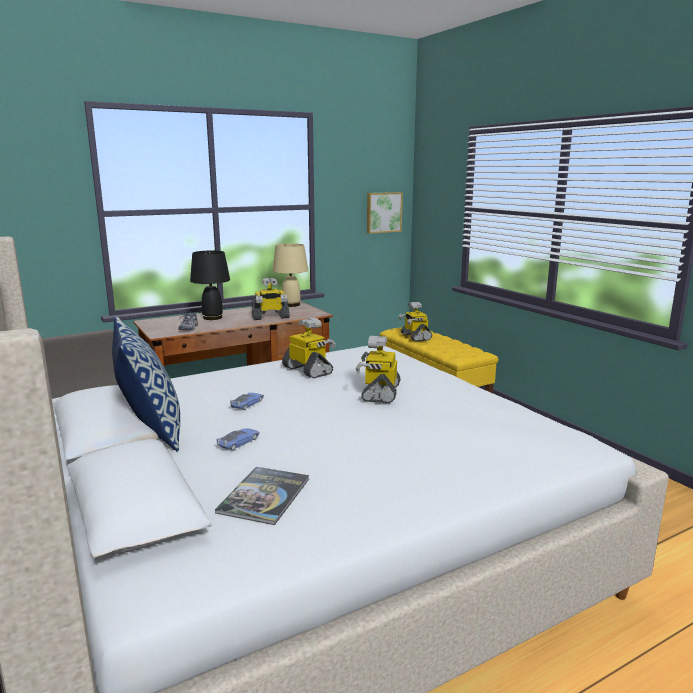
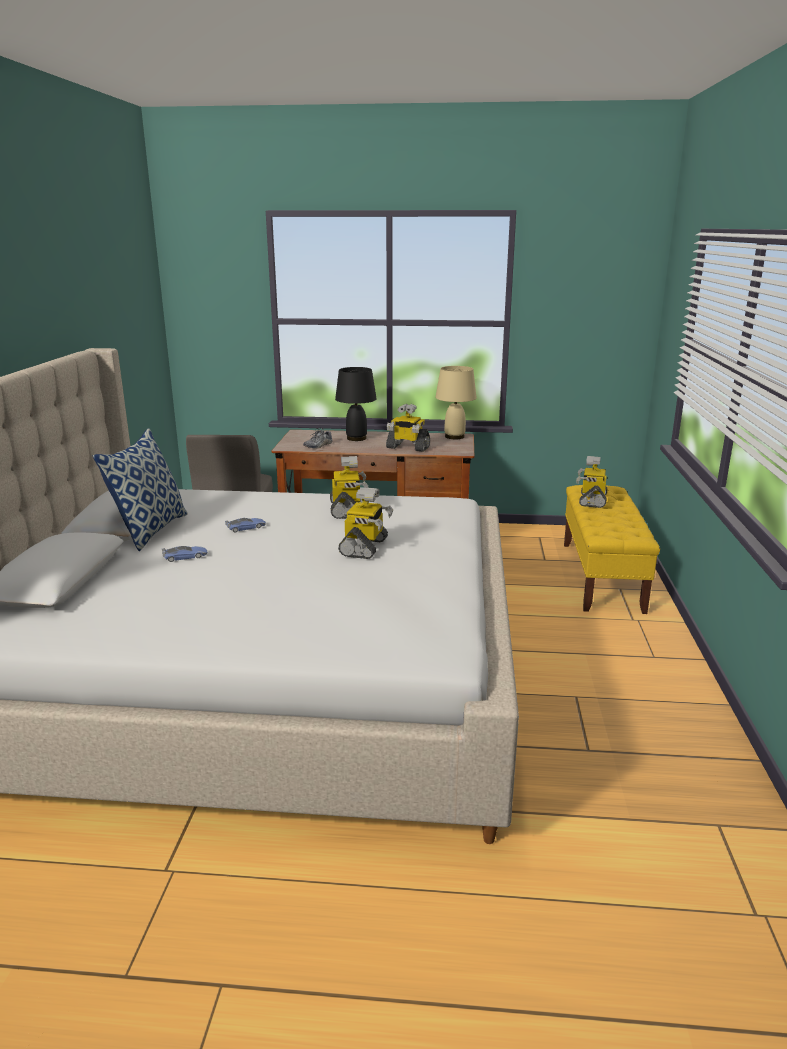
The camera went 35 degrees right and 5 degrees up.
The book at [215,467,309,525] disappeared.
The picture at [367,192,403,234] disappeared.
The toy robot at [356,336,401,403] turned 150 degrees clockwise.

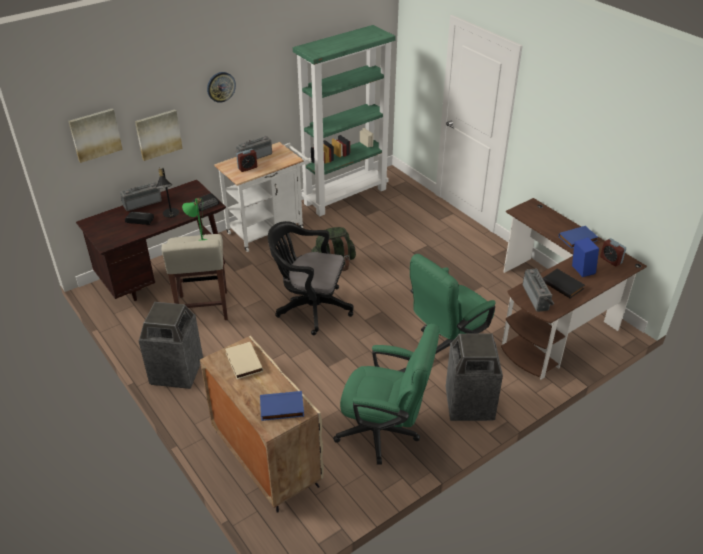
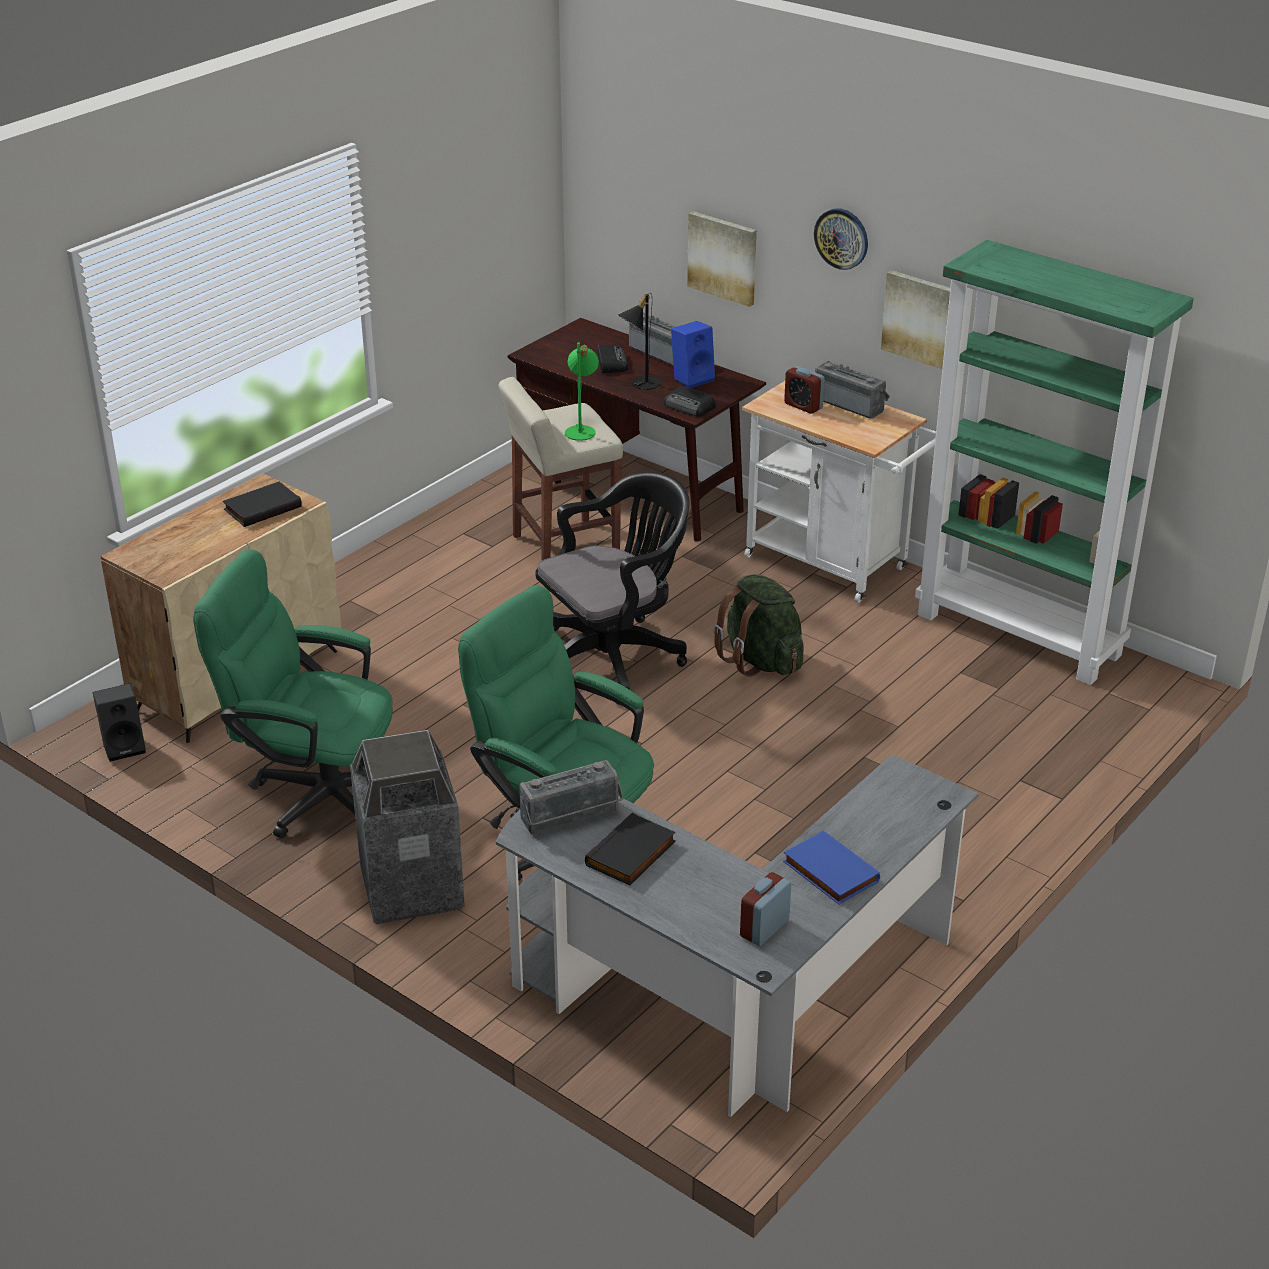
The camera went 75 degrees right and 5 degrees down.
The trash can at [138,302,203,389] disappeared.
The blue book at [260,391,304,421] disappeared.
The black speaker at [93,683,146,762] appeared.
The picture moved from [68,109,123,163] to [881,270,950,369].
The blue speaker moved from [572,237,599,277] to [671,321,715,388].
The beige book at [225,342,263,379] became the black book at [223,481,302,527].
The brown desk at [501,198,647,379] became the grey desk at [496,754,979,1117].
The black office chair at [268,221,354,335] turned 60 degrees clockwise.
The green office chair at [333,323,439,465] turned 105 degrees clockwise.

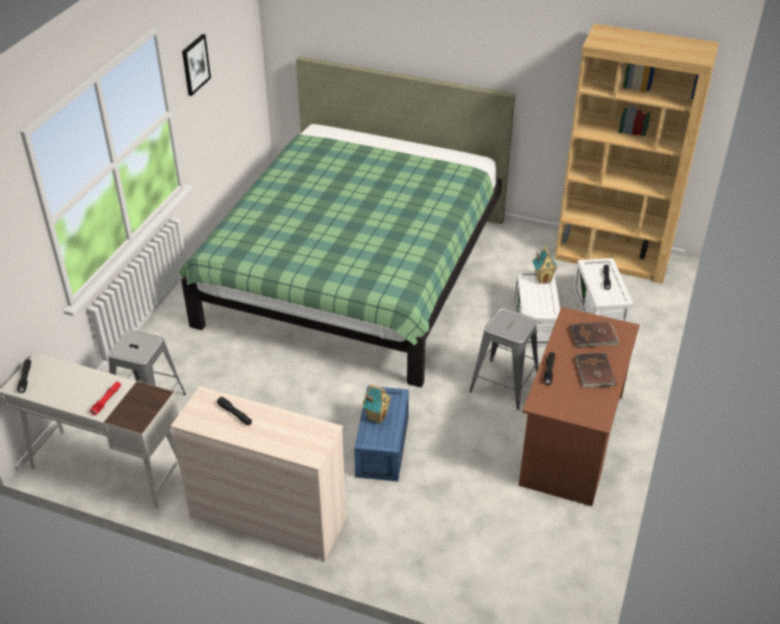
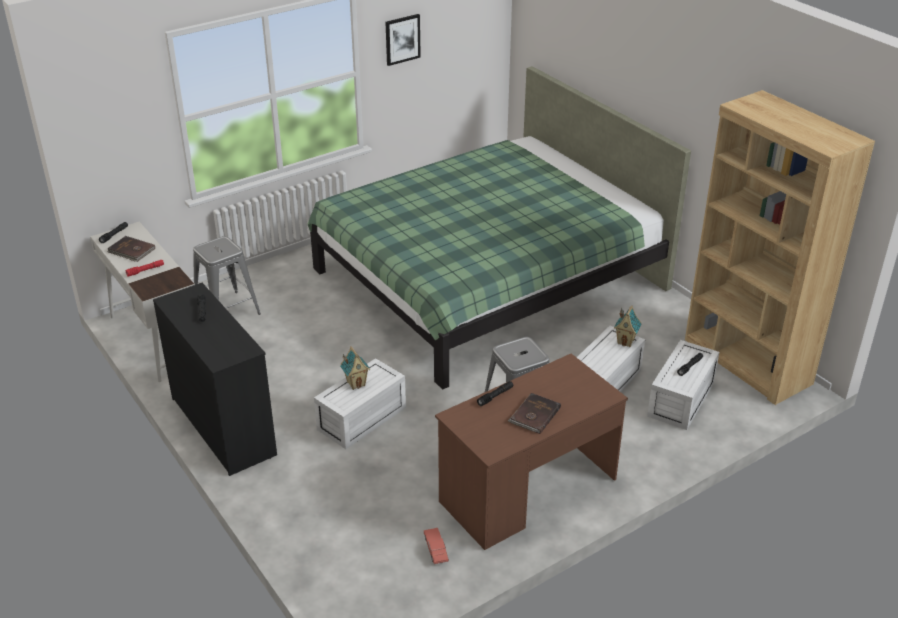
The camera went 35 degrees right and 5 degrees down.
The red toy car at [424,528,449,564] appeared.
The brown book moved from [569,321,619,348] to [107,236,155,262].
The beige dresser at [170,386,346,561] became the black dresser at [153,283,277,476].
The blue storage box at [354,386,409,482] became the white storage box at [314,358,406,449].

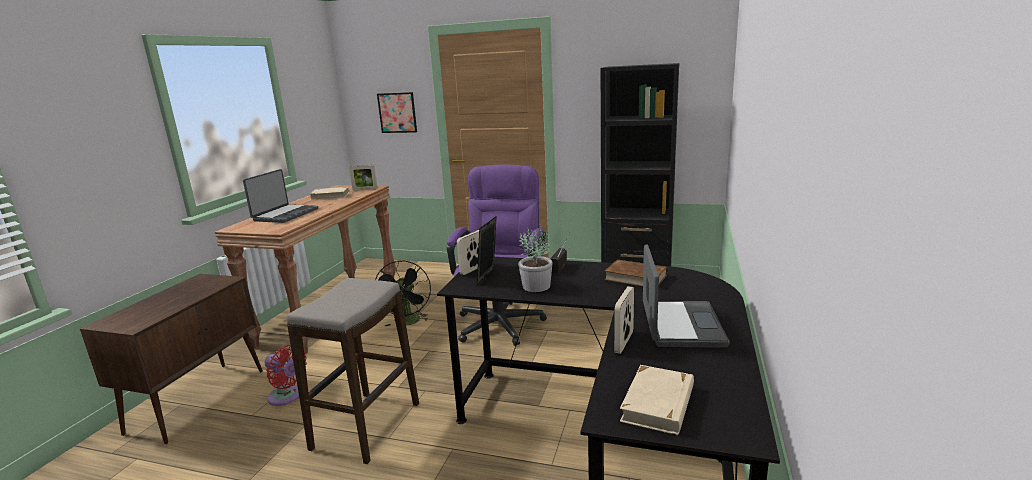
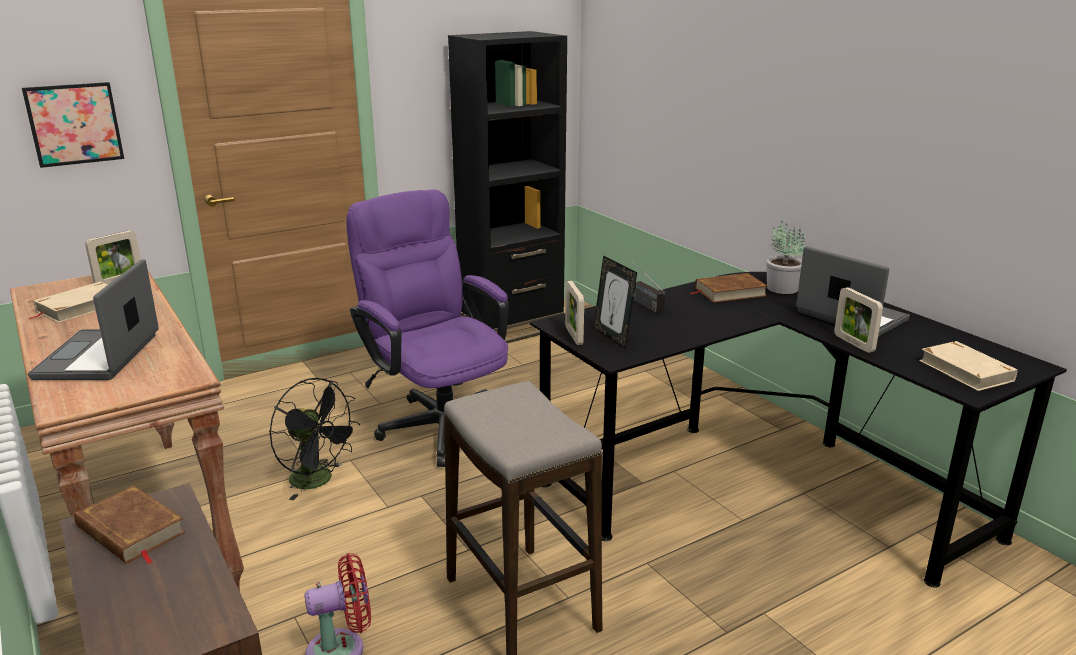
The camera went 50 degrees left and 5 degrees up.
The brown book at [74,485,186,565] appeared.
The potted plant moved from [518,225,553,292] to [766,220,806,294].
The laptop at [243,169,318,223] turned 150 degrees counterclockwise.

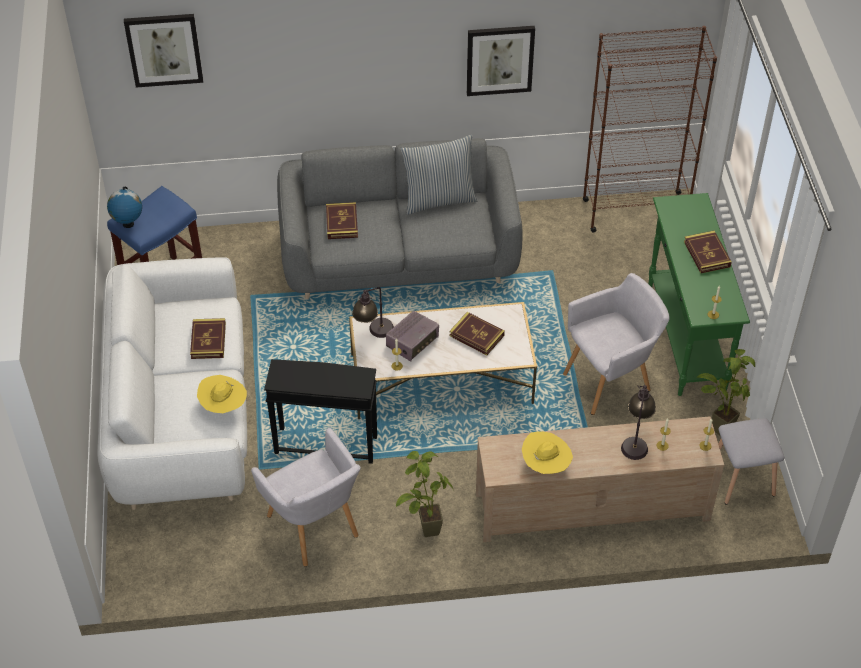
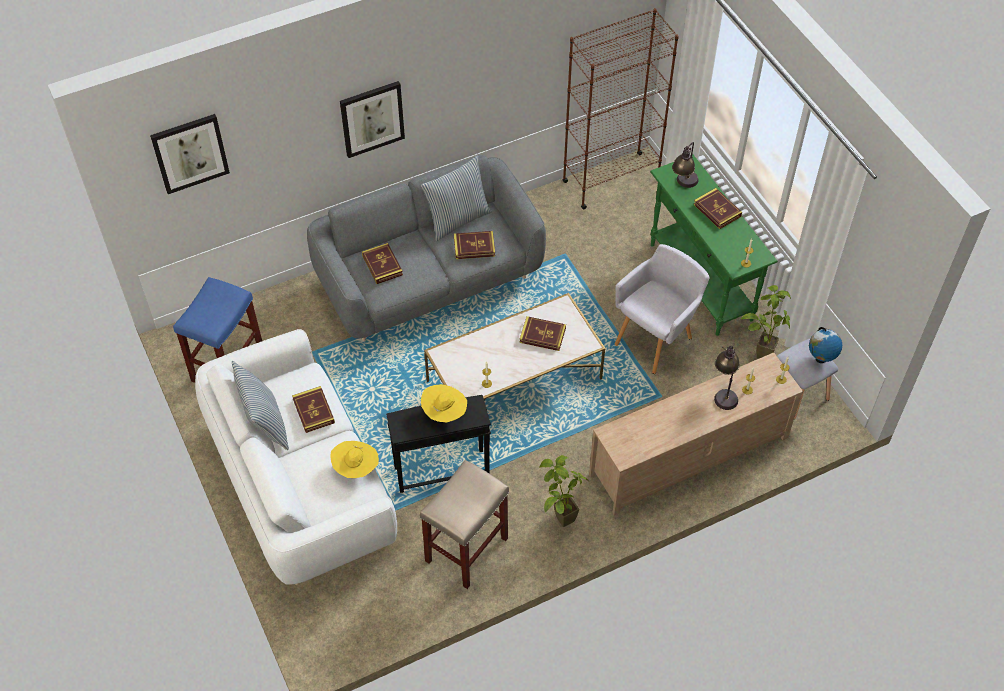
The camera went 20 degrees left and 5 degrees up.
The radio at [386,311,439,361] disappeared.
The pillow at [232,361,289,450] appeared.
The book at [454,231,495,259] appeared.
The globe moved from [107,186,142,228] to [809,327,842,363].
The table lamp moved from [352,287,394,338] to [672,142,699,188].
The picture moved from [467,26,535,96] to [340,81,405,158].
The yellow hat moved from [522,431,573,474] to [421,384,467,422].
The grey armchair at [251,428,361,566] was replaced by the beige stool at [420,460,509,589].

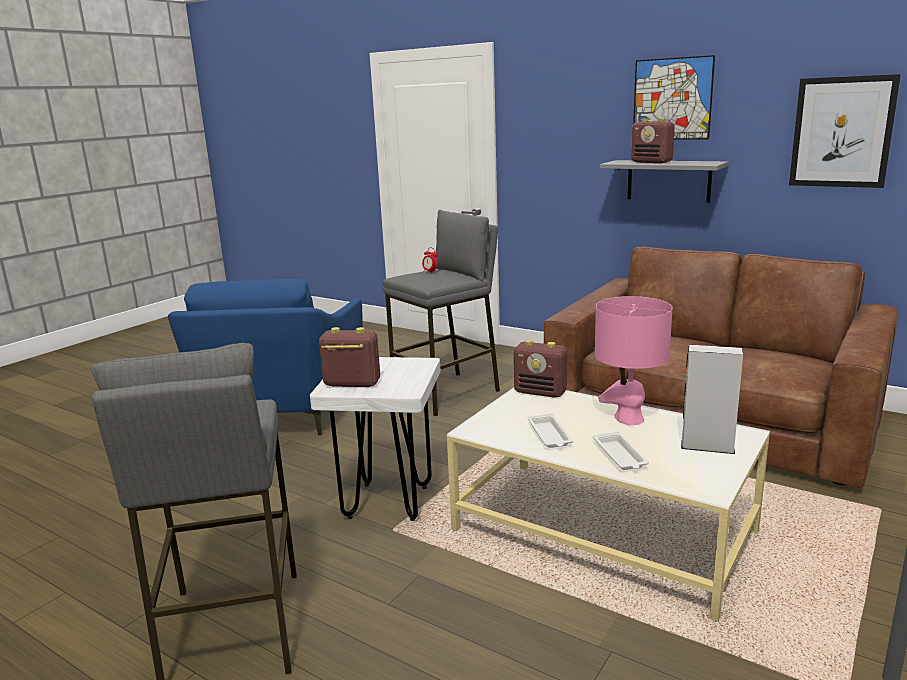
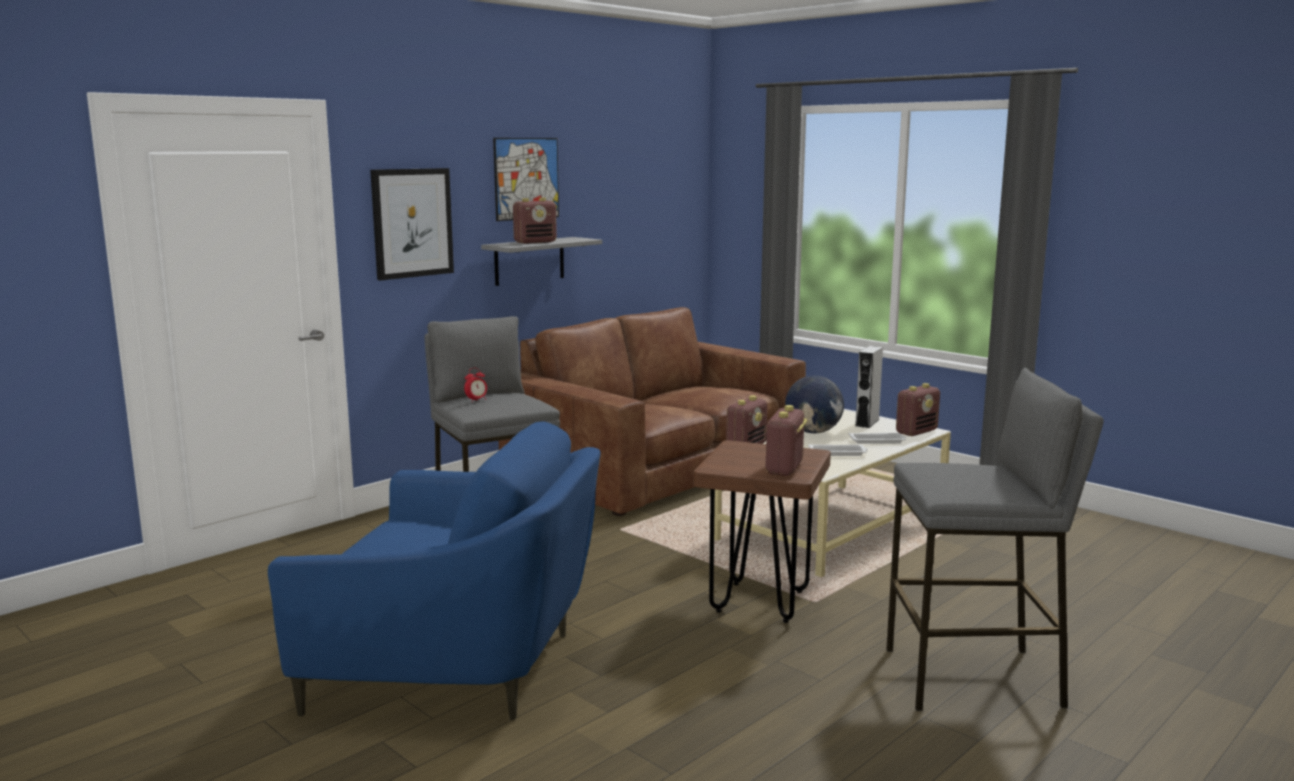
The camera went 80 degrees left and 5 degrees down.
The radio at [896,383,940,436] appeared.
The picture moved from [789,74,901,188] to [370,168,454,281].
The pink table lamp at [595,296,673,425] was replaced by the globe at [785,375,844,434].
The white stool at [310,357,441,521] became the brown stool at [694,440,831,623].

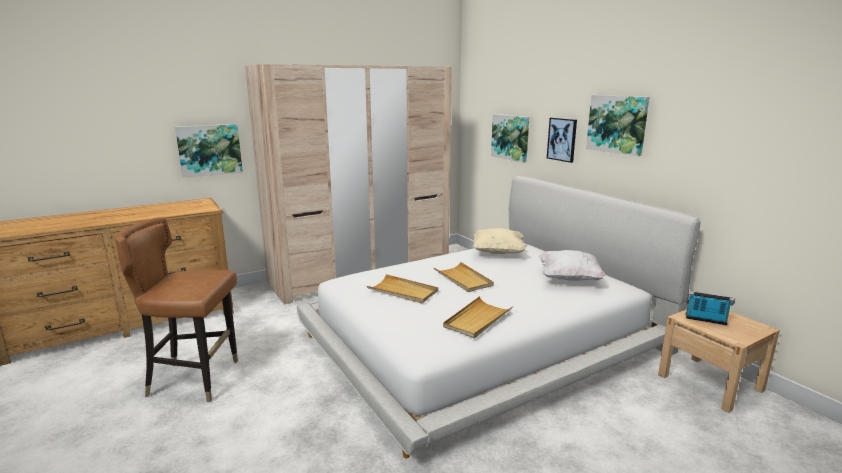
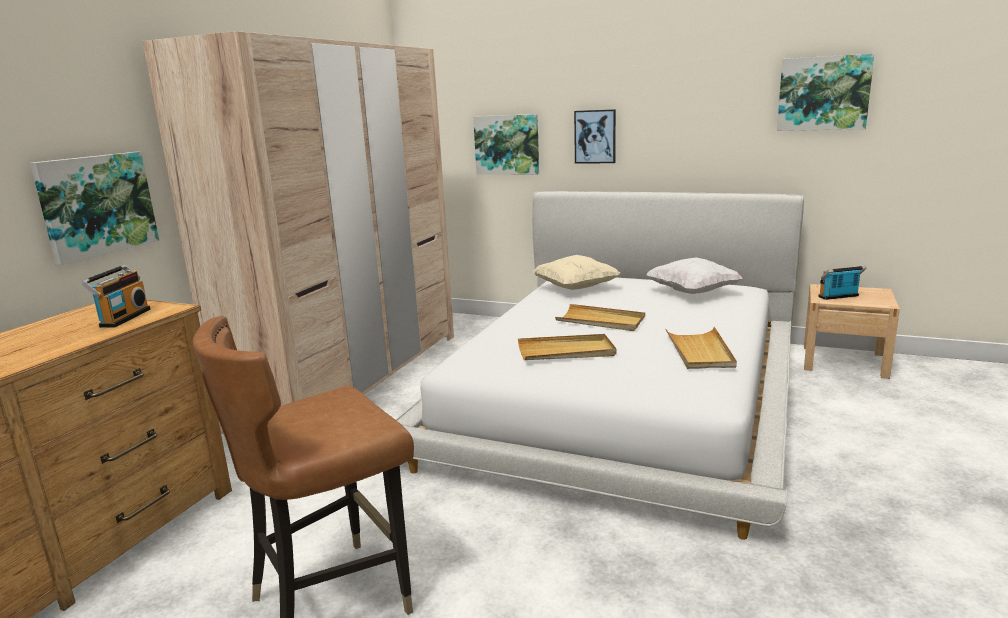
The camera went 35 degrees left and 0 degrees up.
The radio at [81,265,150,328] appeared.
The picture moved from [586,95,649,156] to [777,54,874,131].

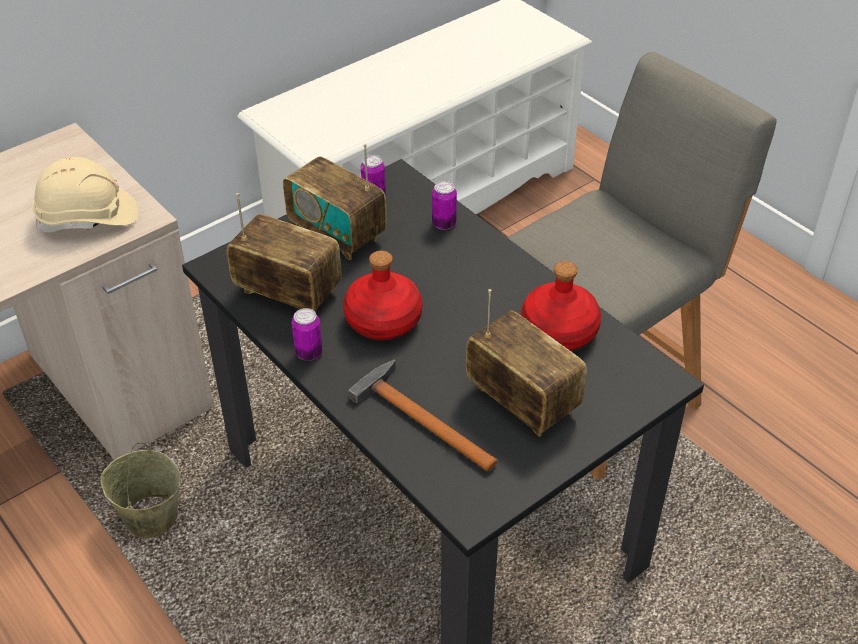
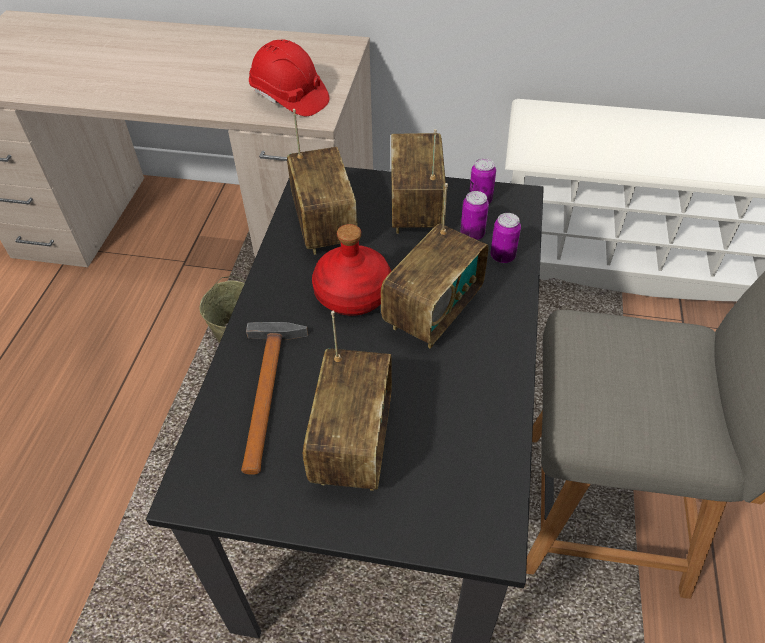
The camera went 50 degrees right and 5 degrees up.
The red bottle at [521,261,601,351] disappeared.
The radio at [381,183,489,349] appeared.
The can moved from [292,308,322,361] to [460,191,489,240].
The beige hard hat at [32,157,138,232] became the red hard hat at [249,40,329,116].

